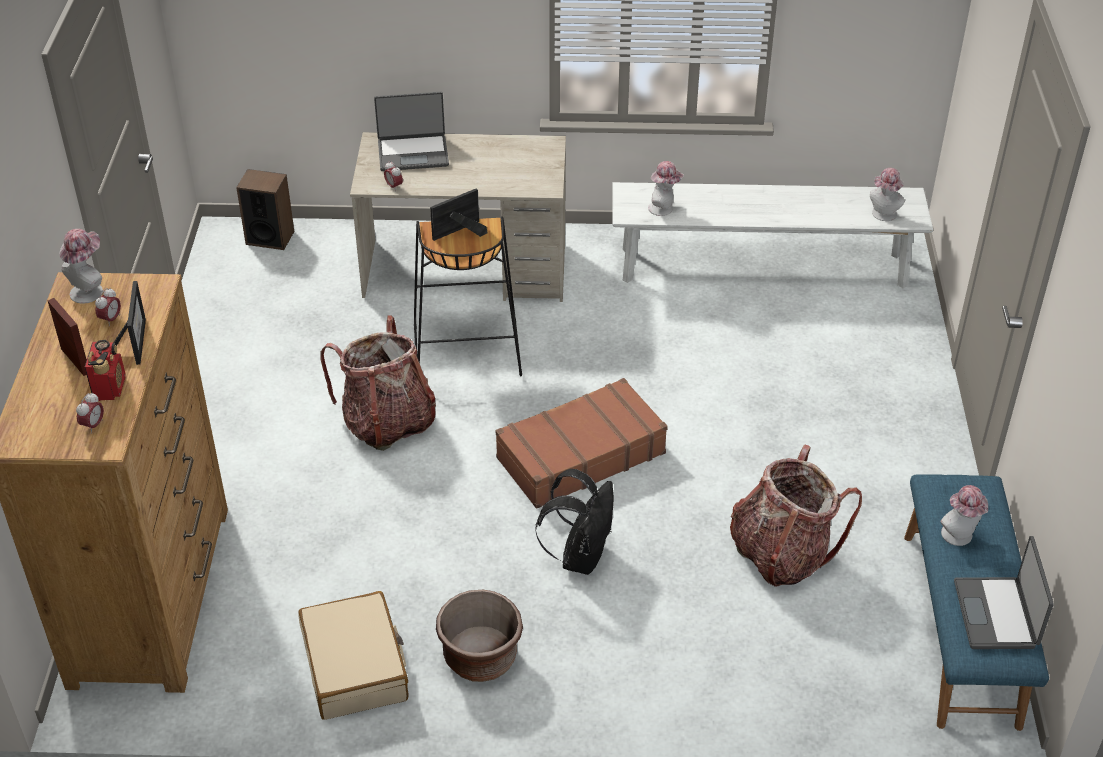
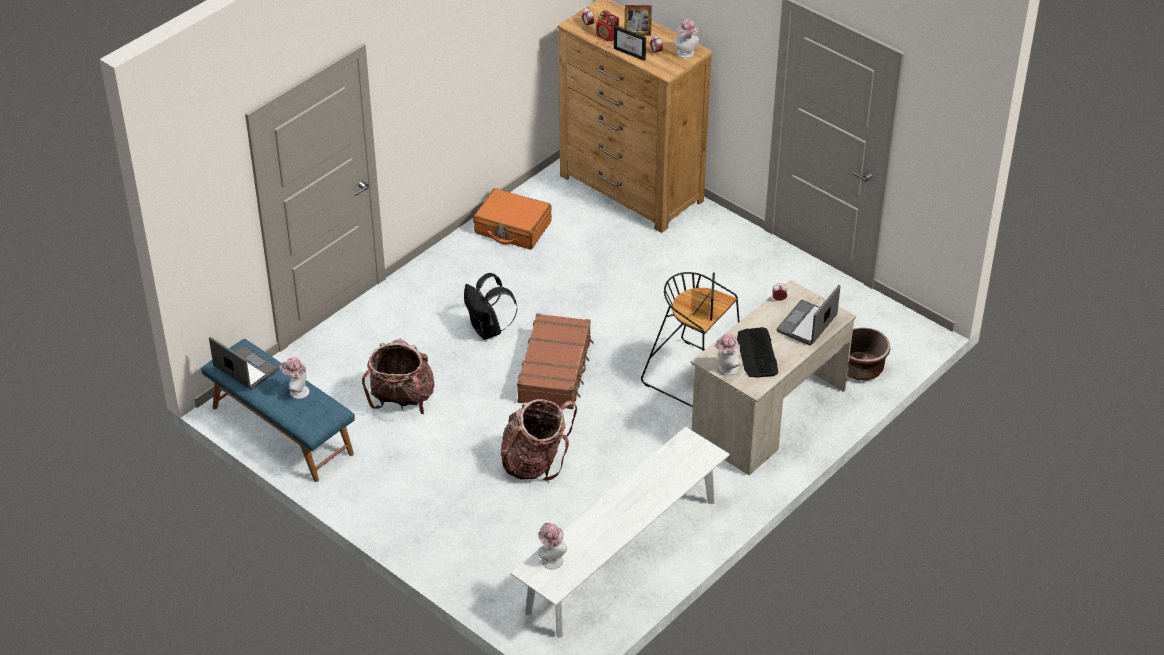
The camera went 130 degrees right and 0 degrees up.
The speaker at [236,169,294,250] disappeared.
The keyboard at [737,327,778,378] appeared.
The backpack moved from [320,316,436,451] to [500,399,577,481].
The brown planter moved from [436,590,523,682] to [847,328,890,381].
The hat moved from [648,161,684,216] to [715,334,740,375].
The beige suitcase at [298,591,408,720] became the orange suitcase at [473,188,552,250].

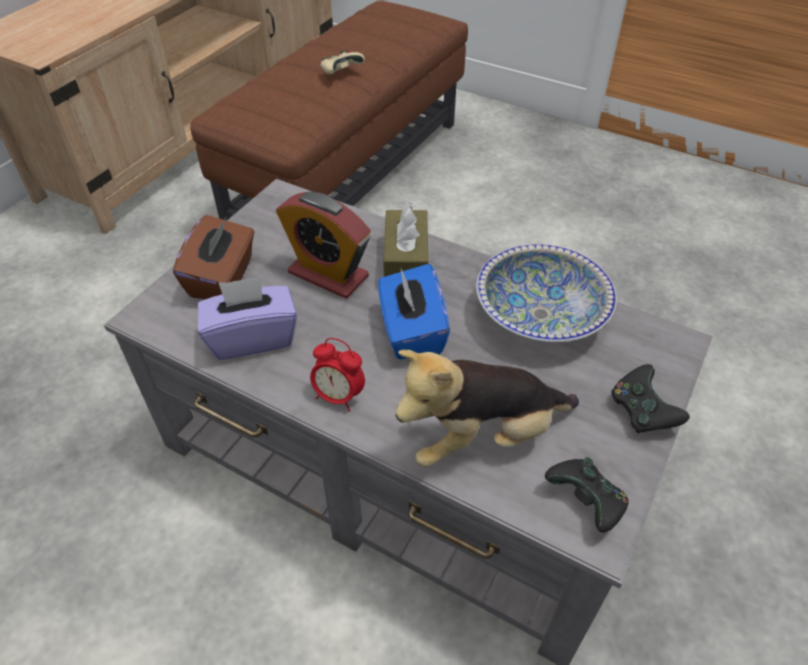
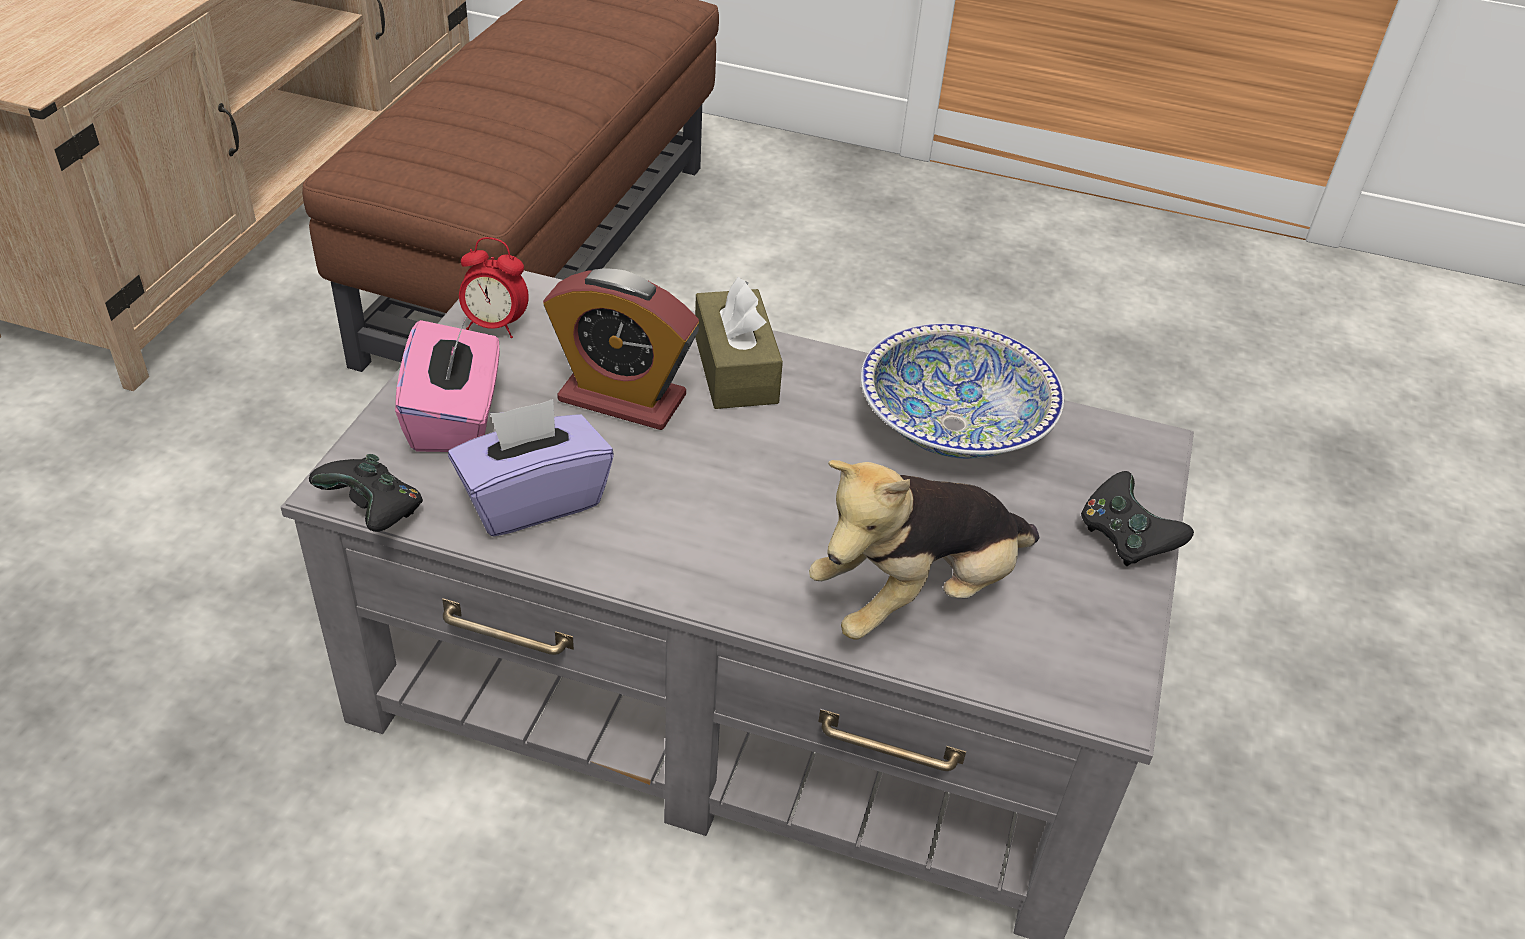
The camera went 15 degrees left and 5 degrees down.
The beige game controller at [320,50,365,74] disappeared.
The blue tissue box at [378,264,450,359] disappeared.
The alarm clock moved from [310,338,365,411] to [459,237,529,338].
The black game controller moved from [545,457,629,533] to [309,454,423,532].
The brown tissue box at [173,215,254,299] became the pink tissue box at [395,319,500,452].

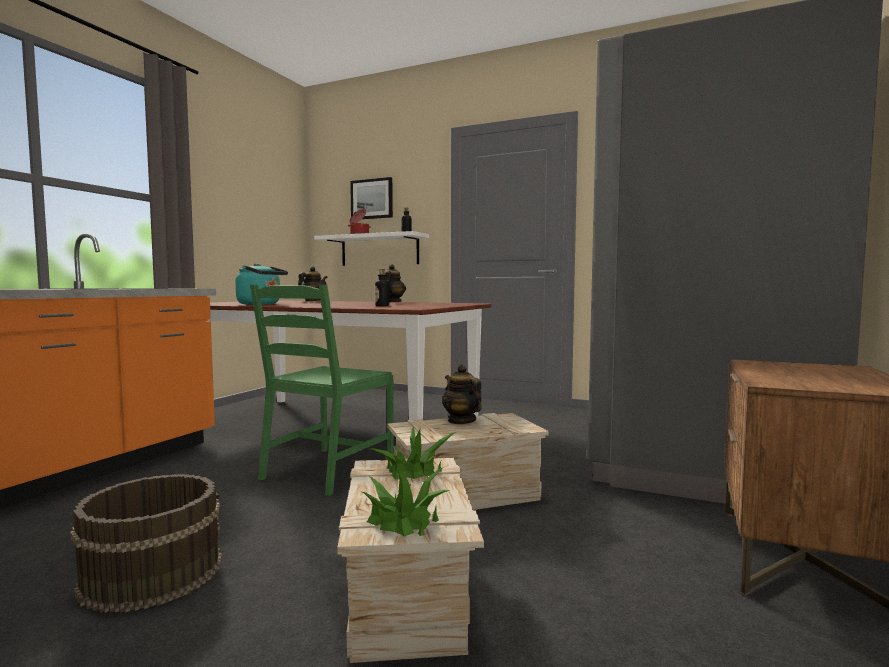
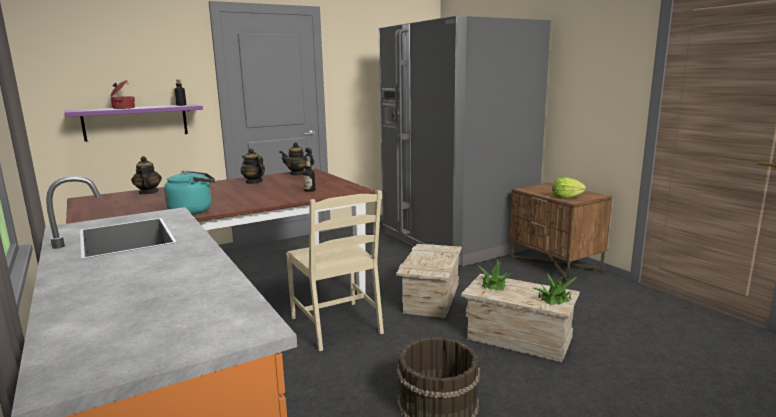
The camera went 55 degrees left and 10 degrees up.
The picture at [350,177,393,219] disappeared.
The lettuce at [552,177,586,199] appeared.
The teapot moved from [442,365,482,424] to [279,142,315,175].
The green chair at [250,284,394,496] became the beige chair at [286,190,384,351].
The white shelf at [314,231,429,266] became the purple shelf at [65,104,203,142].

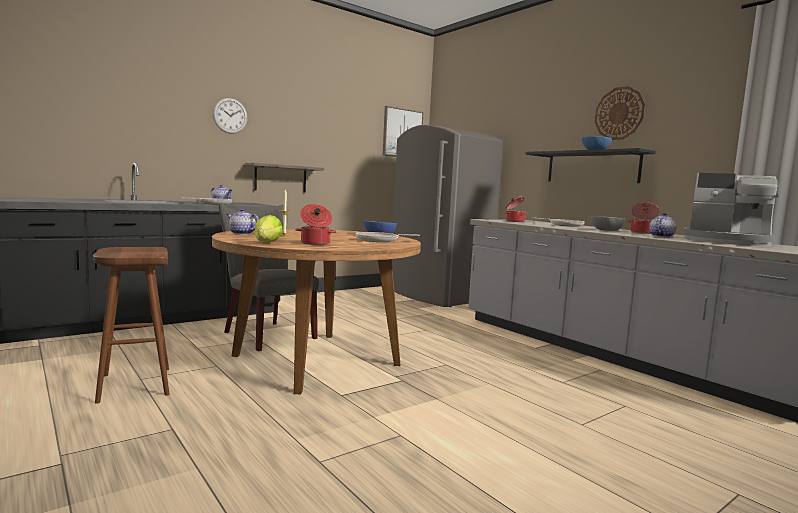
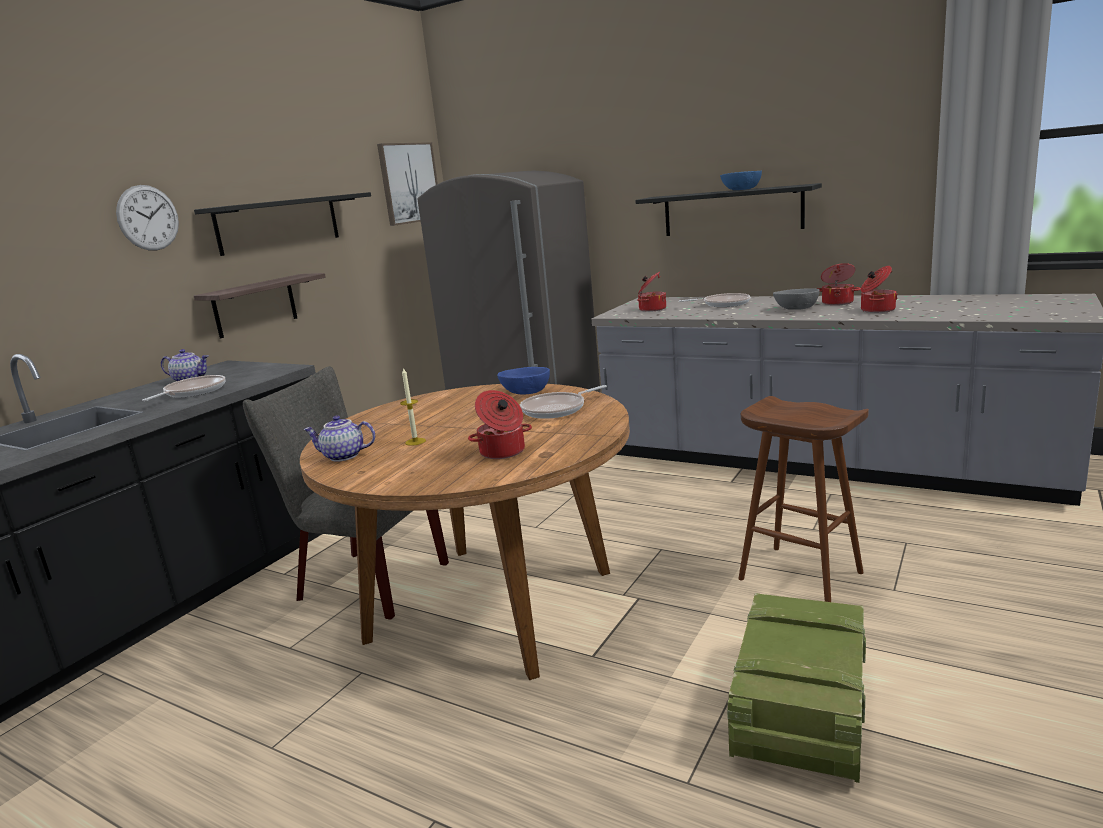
The camera went 20 degrees left and 10 degrees up.
The lettuce at [254,215,283,242] disappeared.
The wall clock at [595,86,645,140] disappeared.
The coffee machine at [683,173,778,246] disappeared.
The black shelf at [194,192,371,256] appeared.
The crate at [727,593,866,783] appeared.
The brown stool moved from [93,247,169,404] to [738,396,869,602].
The teapot at [649,213,676,237] was replaced by the cooking pot at [861,266,898,313].

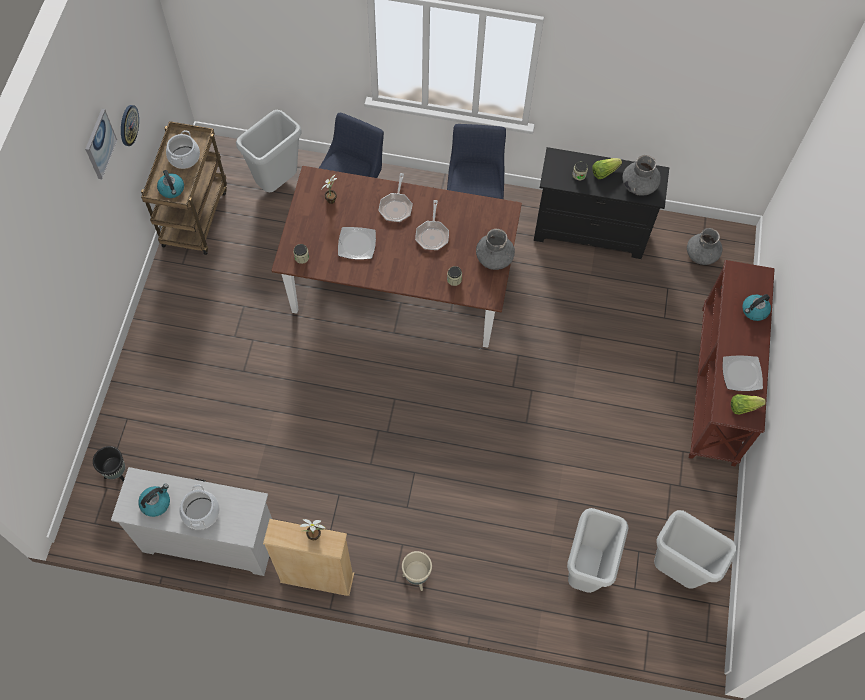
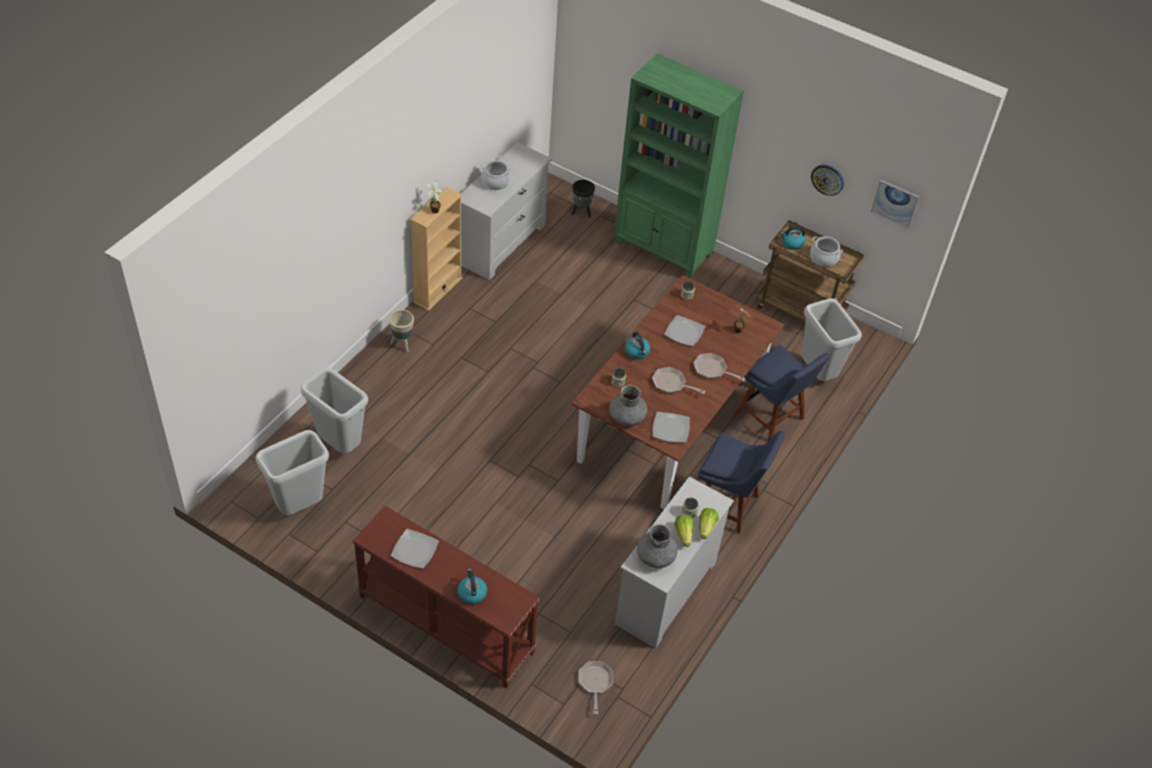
The camera went 110 degrees right and 15 degrees down.
The green bookcase at [614,54,744,279] appeared.
The plate at [653,412,690,443] appeared.
The picture moved from [85,109,117,179] to [871,180,919,229].
The kettle moved from [138,484,170,517] to [625,332,650,359].
The lettuce moved from [731,394,766,414] to [699,508,719,539].
The grey vase at [687,228,723,265] was replaced by the frying pan at [579,661,613,714].
The black dresser at [534,147,669,259] became the white dresser at [615,476,734,648].

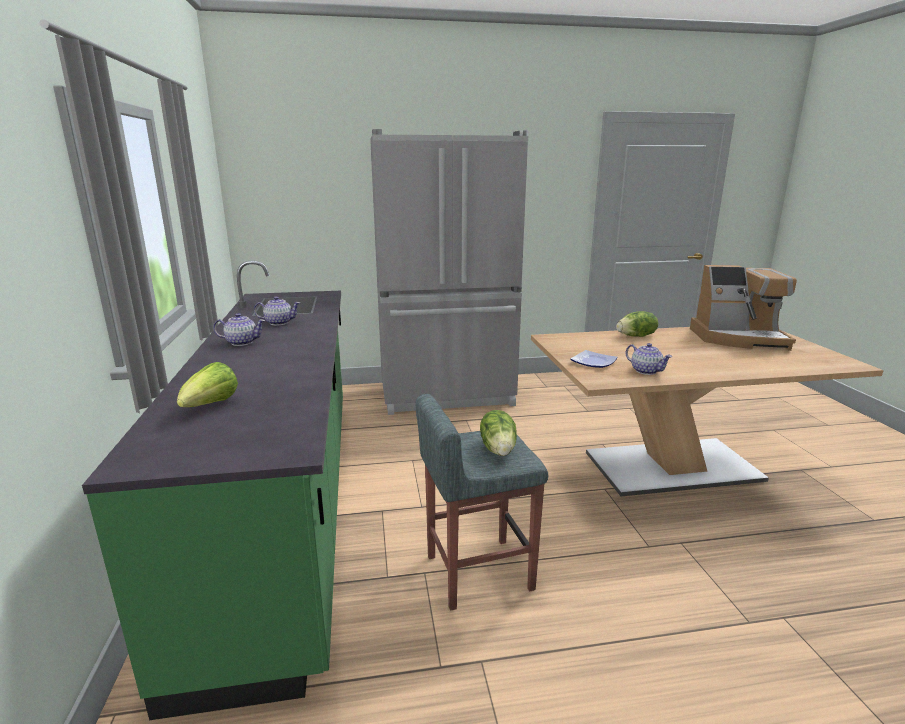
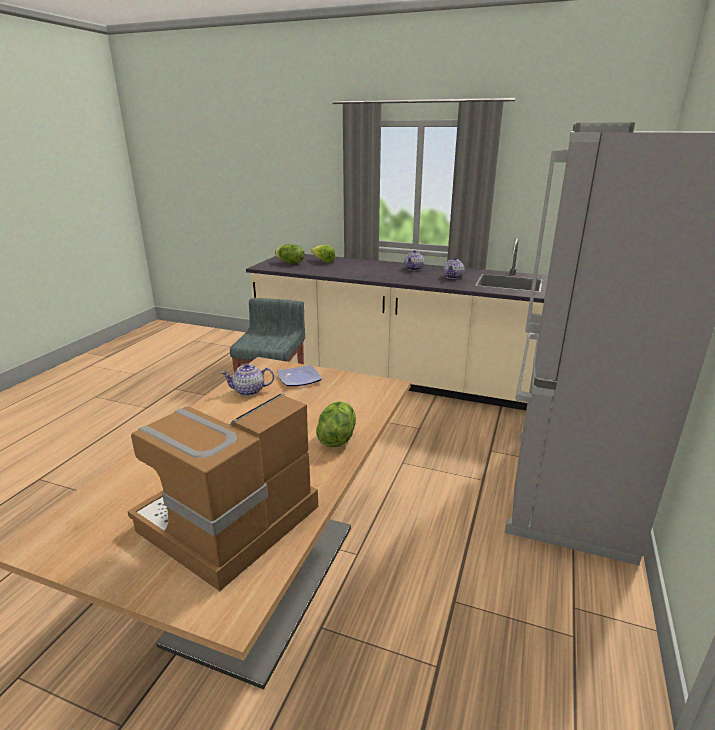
The camera went 120 degrees right and 5 degrees up.
The lettuce moved from [480,410,517,456] to [275,244,305,263].
The green counter at [82,261,343,720] became the beige counter at [246,238,548,410].

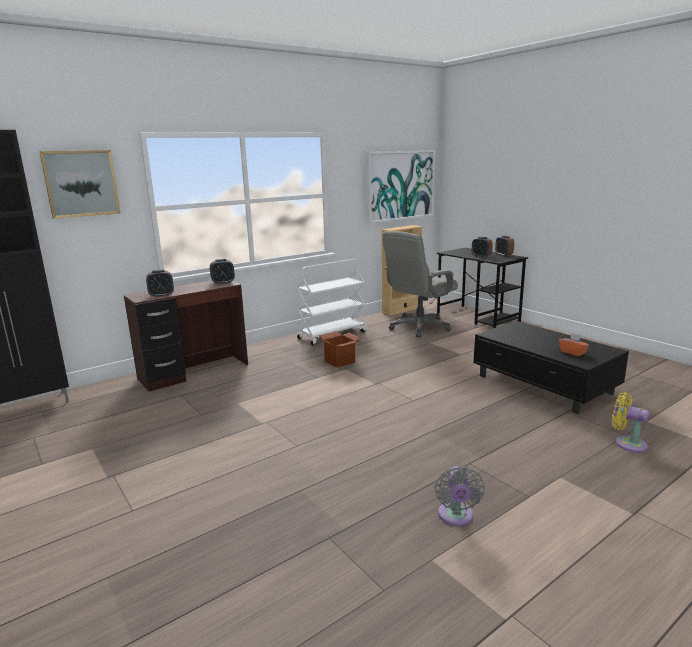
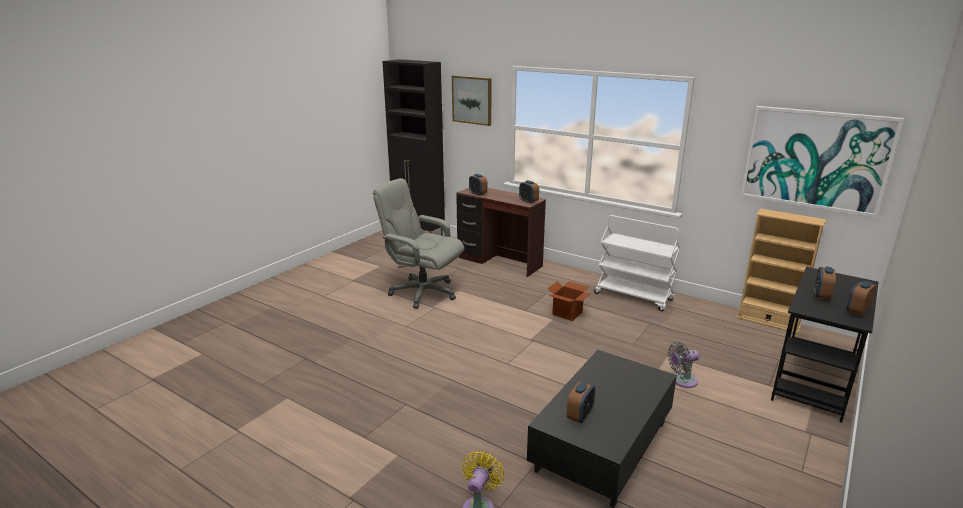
The camera went 70 degrees right and 5 degrees up.
The grey office chair moved from [382,231,458,338] to [373,178,464,308].
The grey fan moved from [435,466,485,526] to [667,342,699,388].
The orange tissue box at [559,333,589,356] was replaced by the alarm clock at [567,381,595,424].

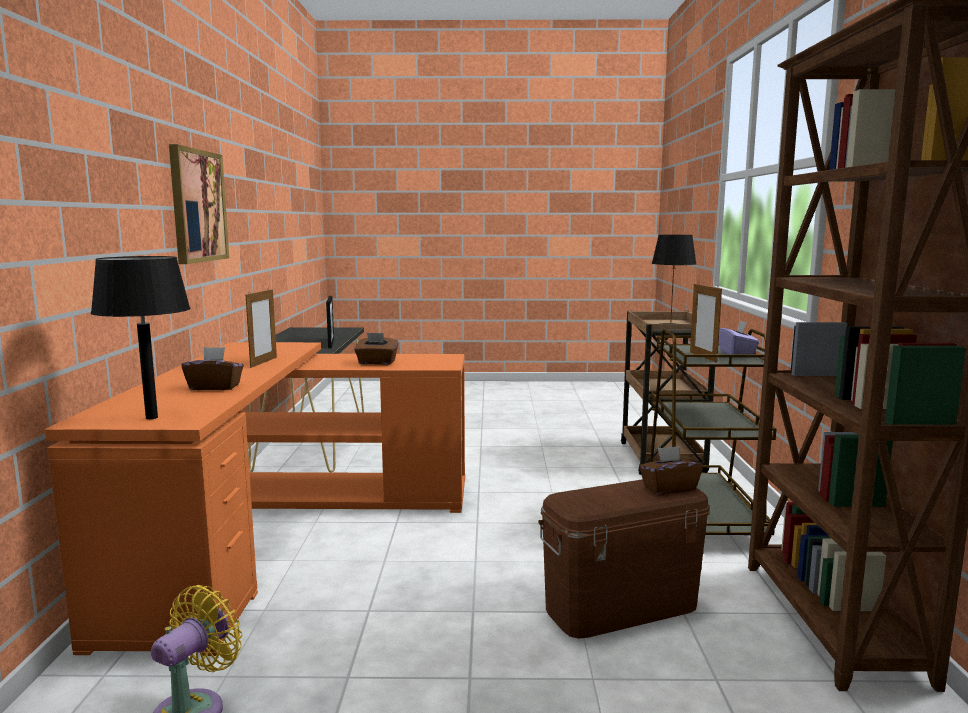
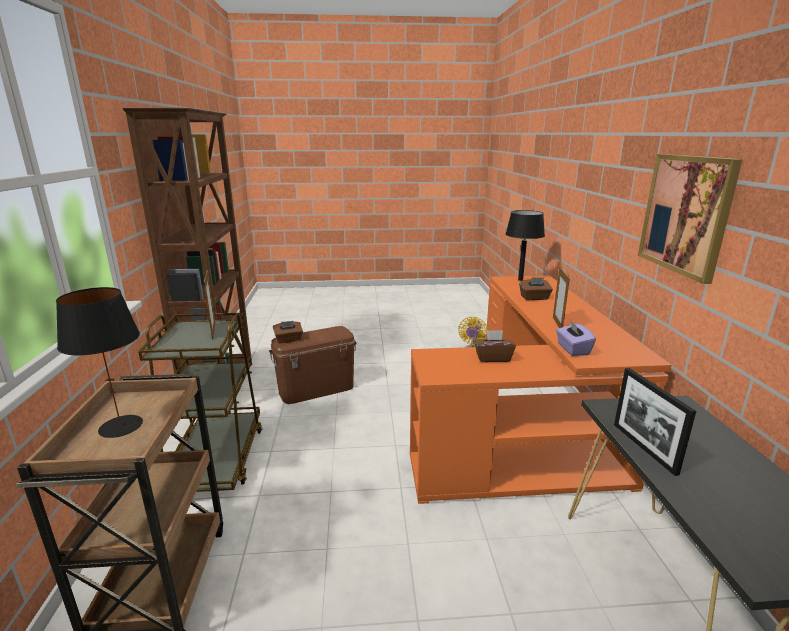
The camera went 175 degrees right and 10 degrees up.
The purple tissue box moved from [719,321,759,355] to [556,320,596,356].

